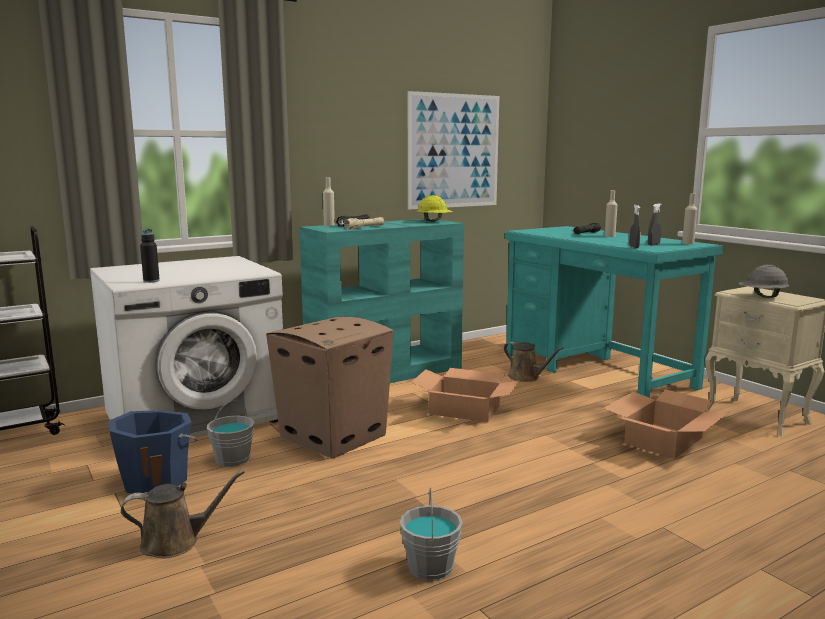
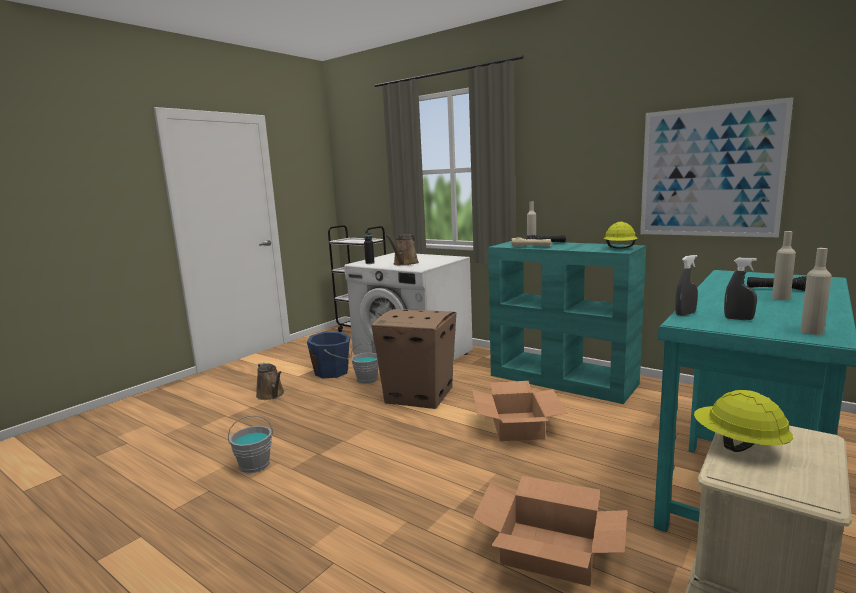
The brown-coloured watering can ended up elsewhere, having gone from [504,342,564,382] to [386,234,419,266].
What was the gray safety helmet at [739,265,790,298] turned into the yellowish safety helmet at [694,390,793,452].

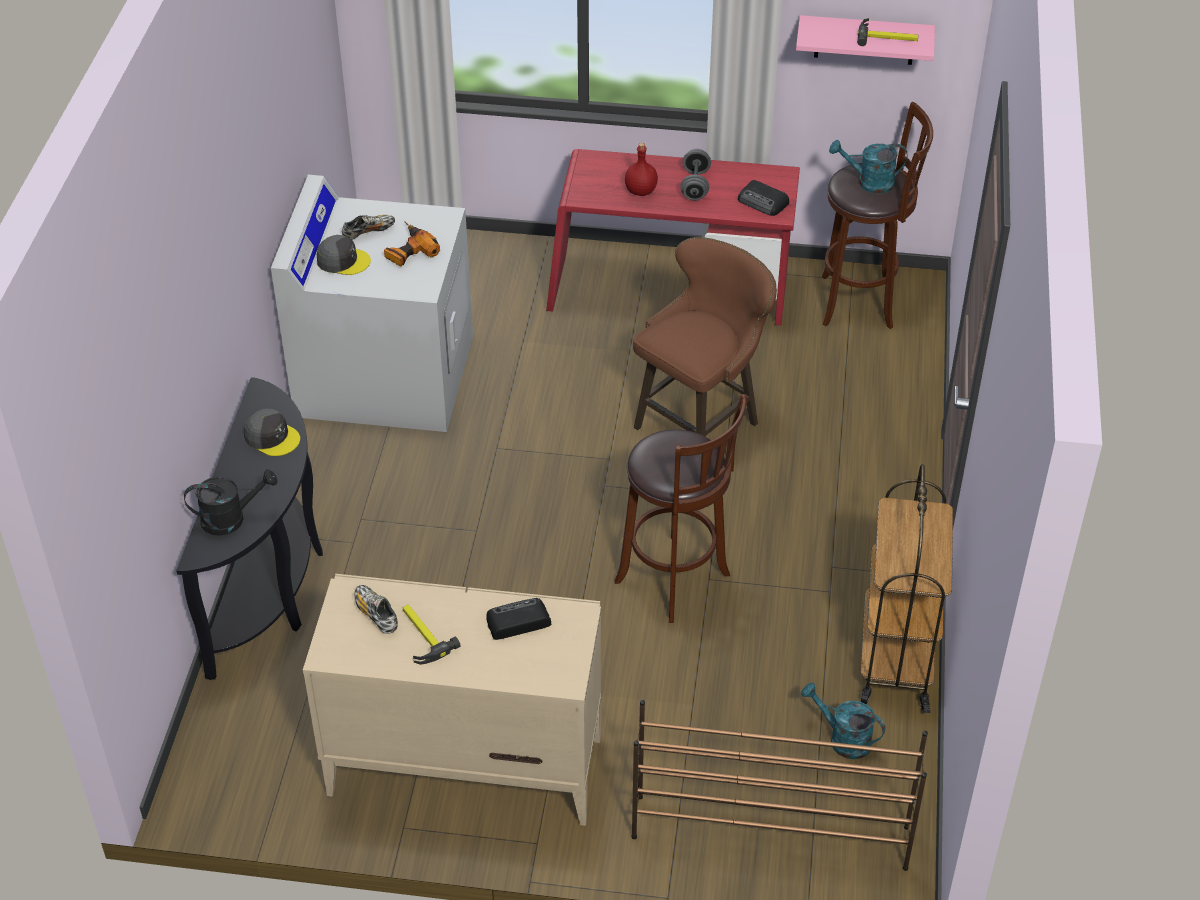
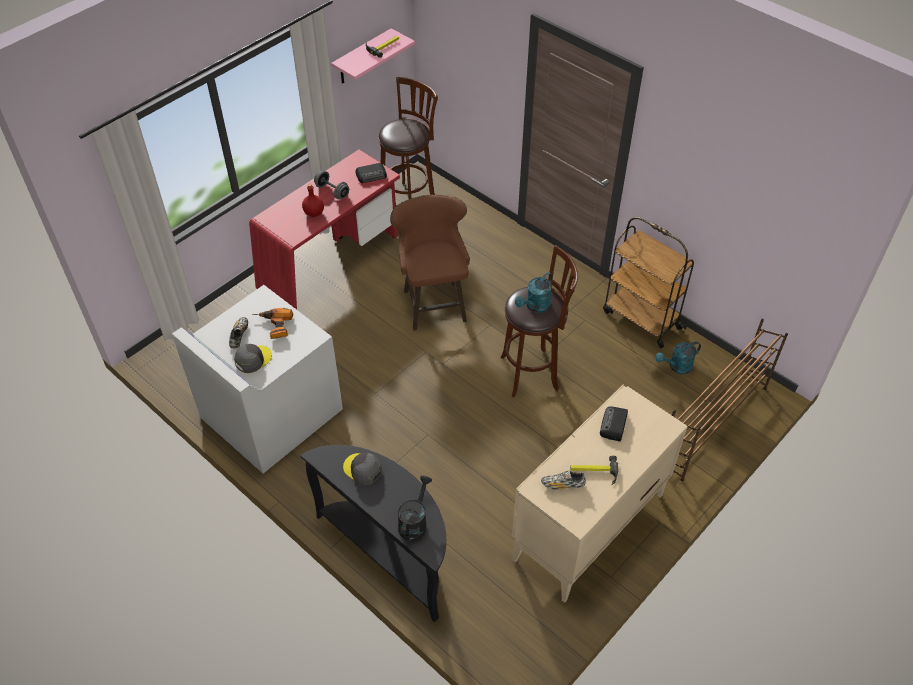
The turquoise watering can ended up elsewhere, having gone from [829,140,907,194] to [515,272,552,313].
The gray peaked cap at [244,408,300,456] ended up facing another way, 120 degrees counterclockwise from before.

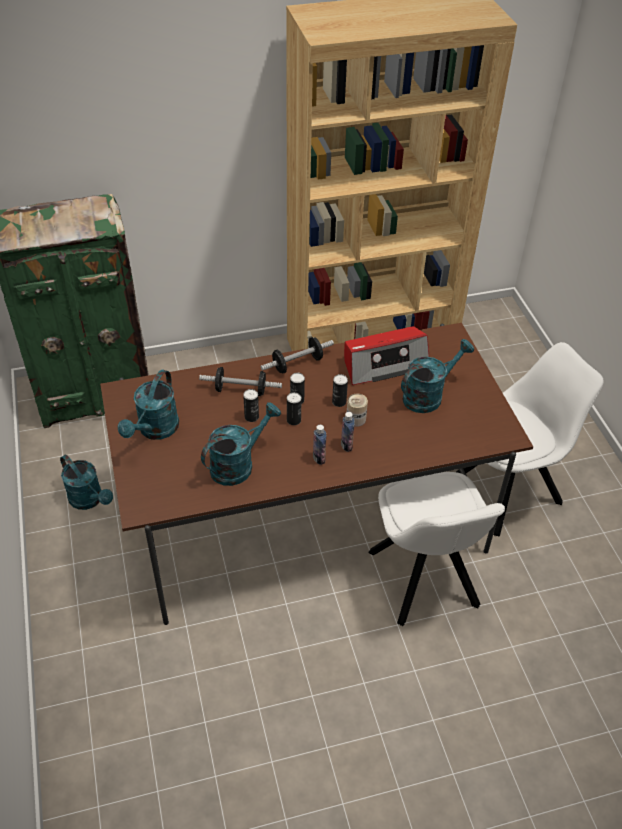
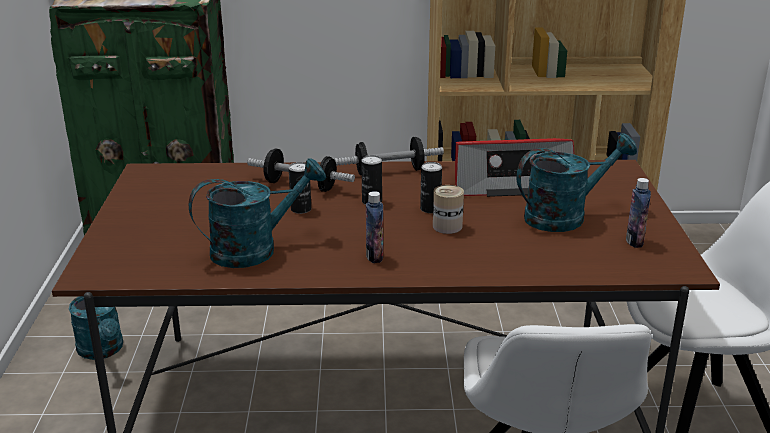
The second view lost the turquoise watering can at [118,369,179,440].
The second view lost the can at [287,392,301,425].
The bottle ended up elsewhere, having gone from [341,412,355,452] to [626,178,651,248].

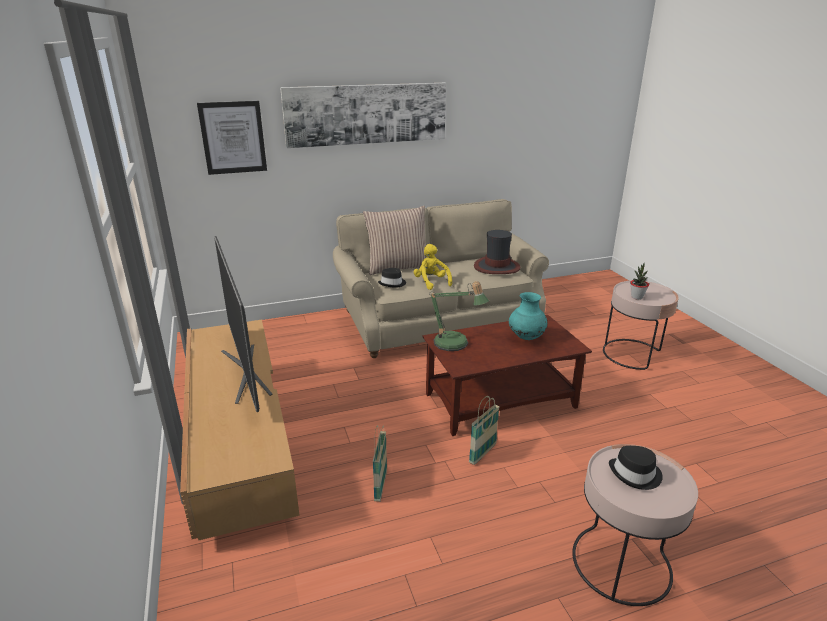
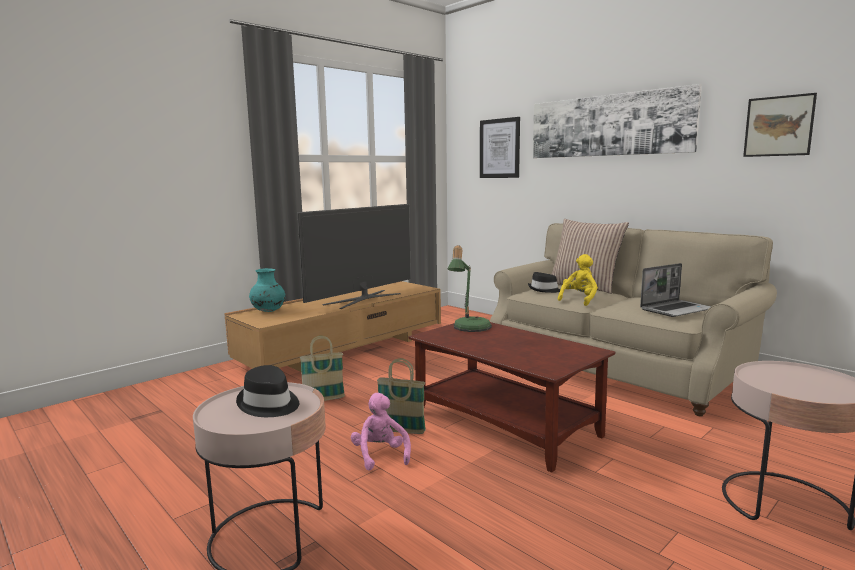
The second view lost the plant in a pot at [630,263,649,300].
The second view gained the pink-coloured soft toy at [351,393,411,471].
The second view gained the wall picture at [743,93,817,157].
The turquoise vase ended up elsewhere, having gone from [509,292,547,340] to [249,268,286,312].
Where the hat stood at [474,230,520,274], the notebook computer came to stand at [640,263,711,317].

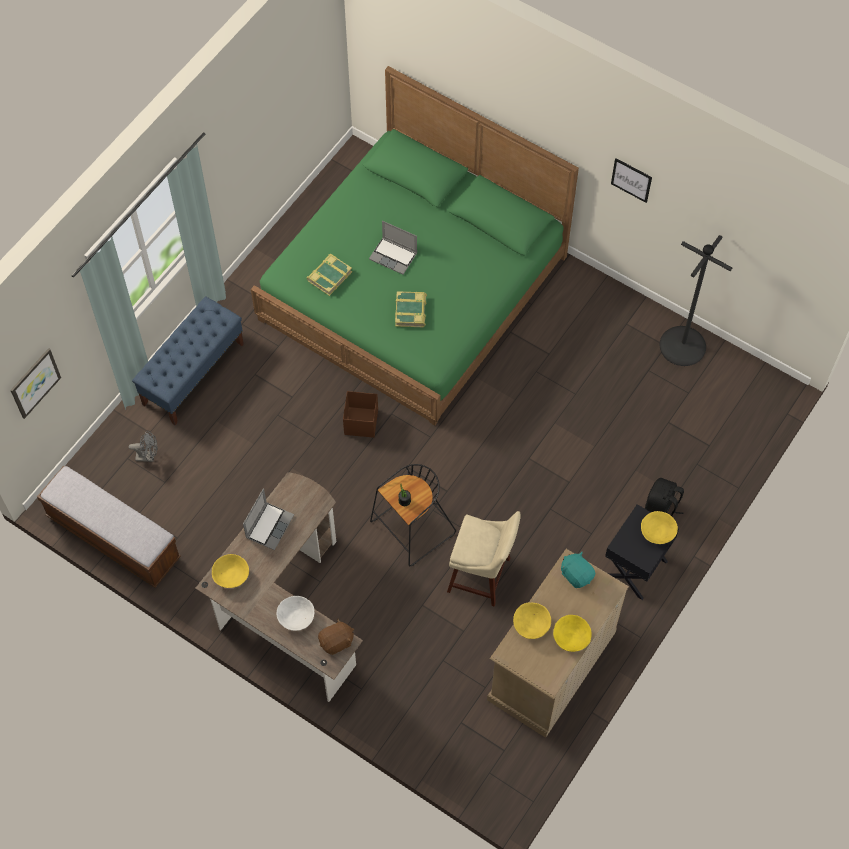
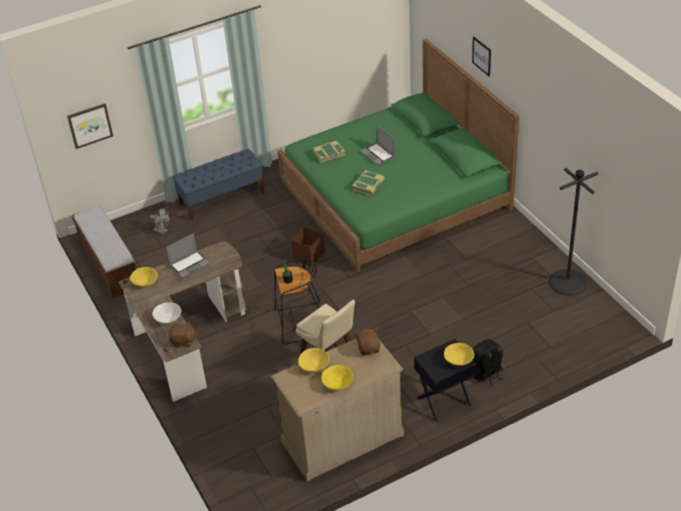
The wall picture ended up elsewhere, having gone from [611,158,652,203] to [472,37,491,76].
What was the turquoise soft toy at [561,551,595,588] turned into the brown-coloured soft toy at [355,329,380,355].

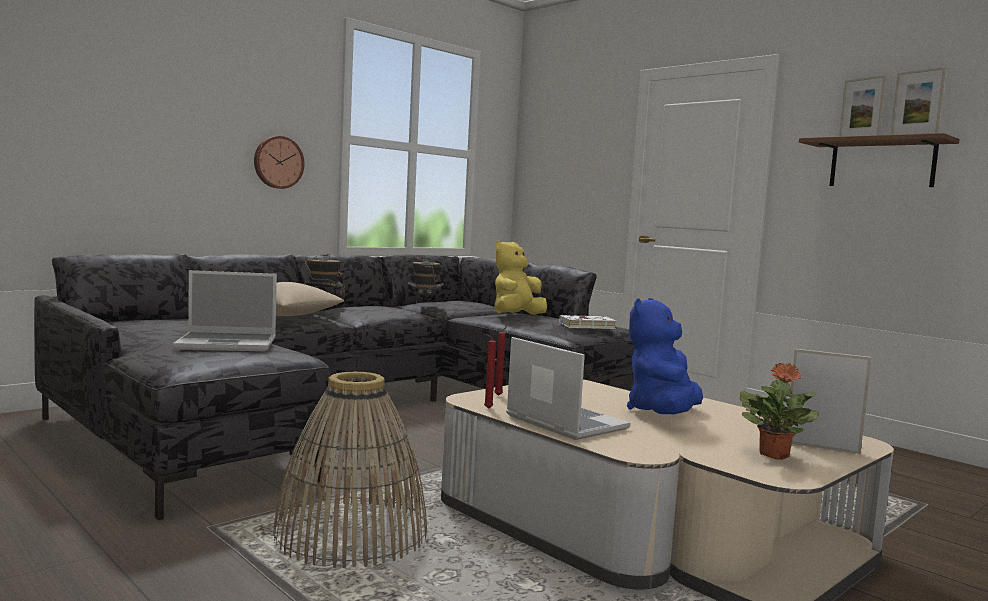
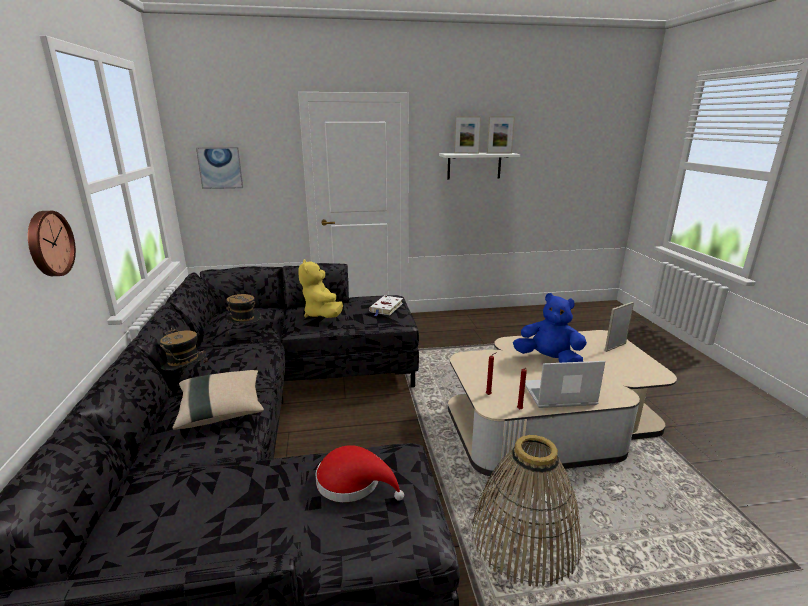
The second view lost the plant in a pot at [740,363,819,460].
The second view gained the wall picture at [196,147,244,189].
Where the notebook computer stood at [173,270,277,351], the reddish hat came to stand at [315,445,404,502].
What was the brown-coloured shelf at [799,133,960,187] turned into the whitish shelf at [439,153,520,179].
The blue-coloured soft toy at [627,298,703,414] ended up facing another way, 150 degrees clockwise from before.

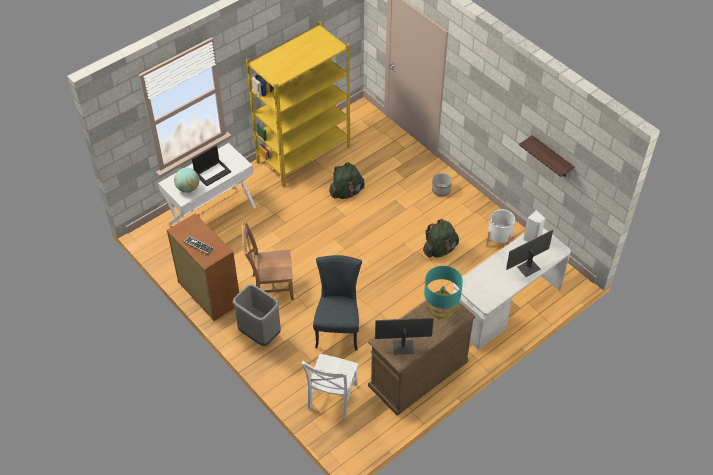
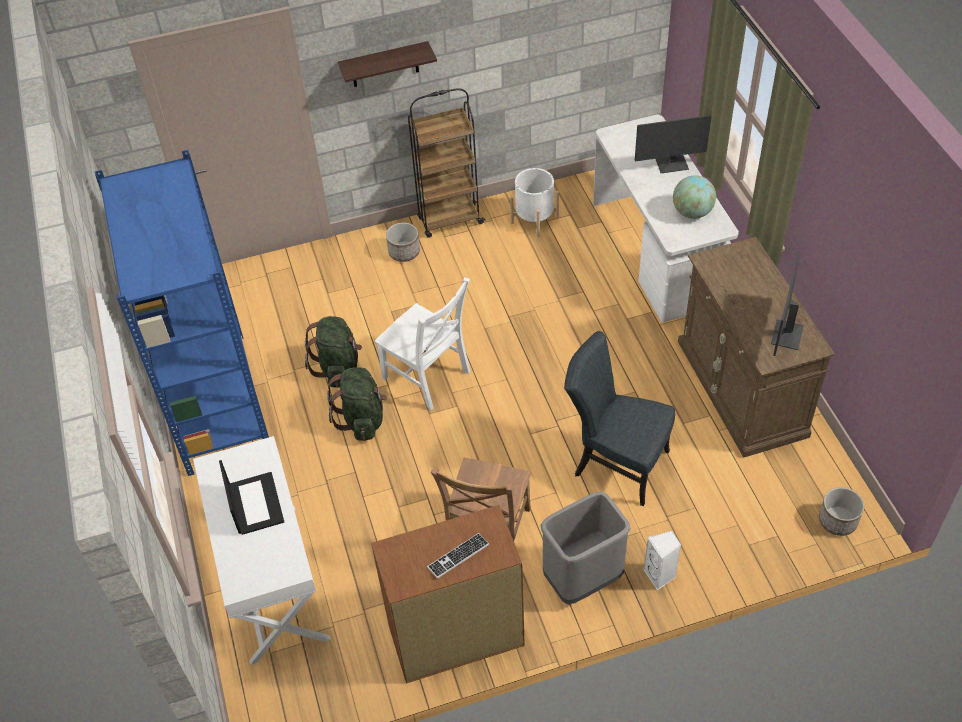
The second view lost the turquoise tabletop lamp at [424,266,463,319].
The second view gained the brown-coloured cart at [408,88,485,238].
The second view gained the flower pot at [819,487,864,536].
The desk globe ended up elsewhere, having gone from [174,168,199,193] to [673,175,716,219].
The whitish upright chair ended up elsewhere, having gone from [301,354,358,419] to [375,277,470,410].
The green-coloured backpack ended up elsewhere, having gone from [423,219,459,258] to [327,367,387,441].
The shelf ended up elsewhere, having gone from [519,135,574,177] to [338,41,437,87].
The whitish audio speaker ended up elsewhere, having gone from [523,210,546,242] to [643,531,681,590].
What was the yellowish shelving unit at [246,21,350,187] turned into the blue-coloured shelving unit at [95,150,269,476].
The computer display at [506,230,553,277] ended up facing another way, 90 degrees counterclockwise from before.

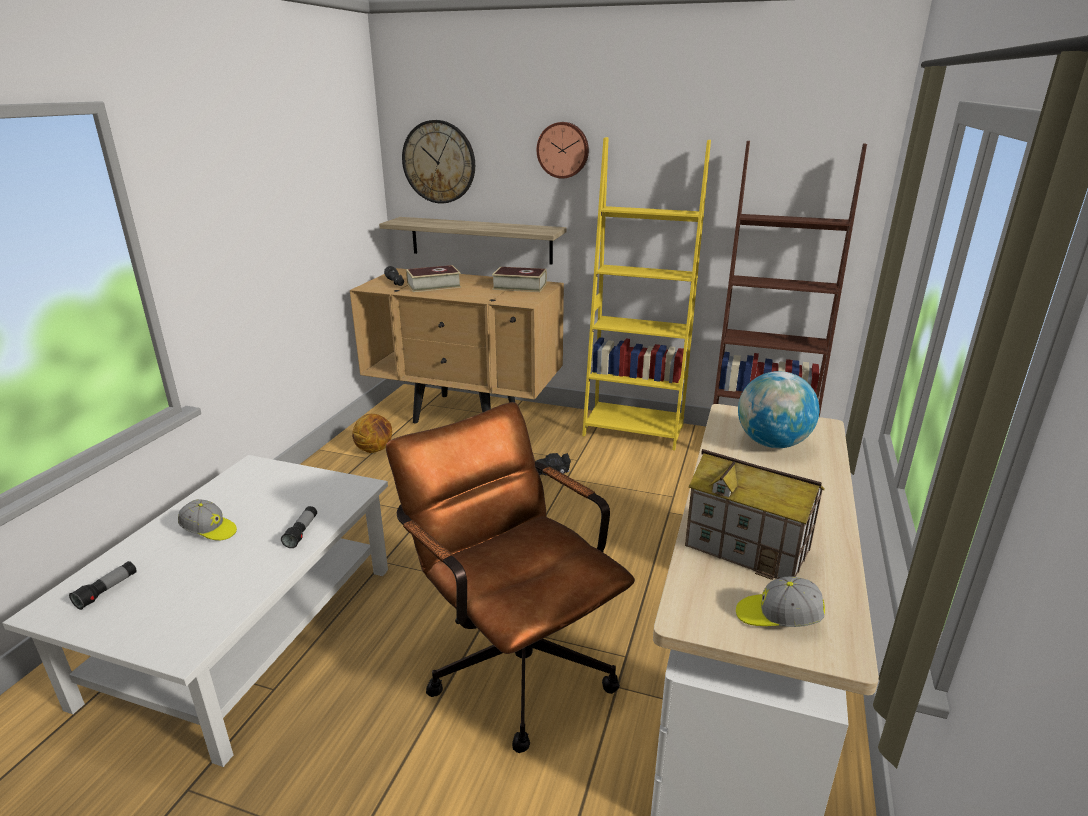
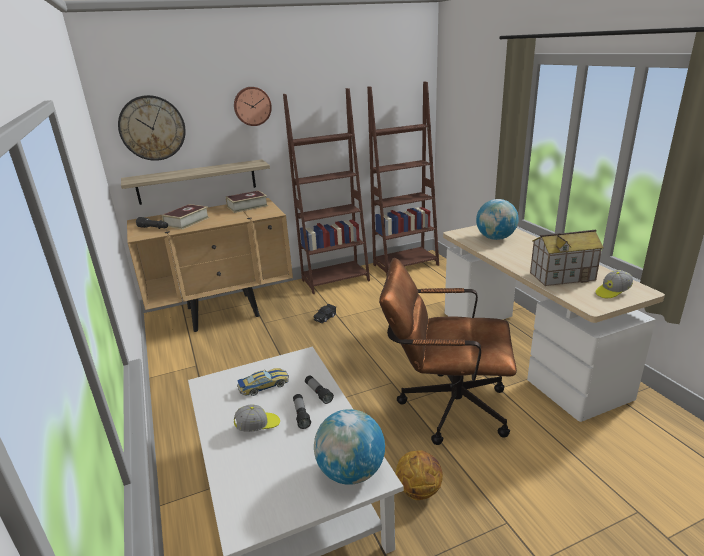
The second view gained the toy car at [237,368,289,396].
The second view gained the desk globe at [314,409,385,485].
The flashlight ended up elsewhere, having gone from [69,561,137,610] to [293,394,311,429].
The ball for basketball ended up elsewhere, having gone from [352,414,392,453] to [396,450,443,500].
What was the yellowish shelving unit at [582,137,711,450] turned into the brown-coloured shelving unit at [283,88,370,294].

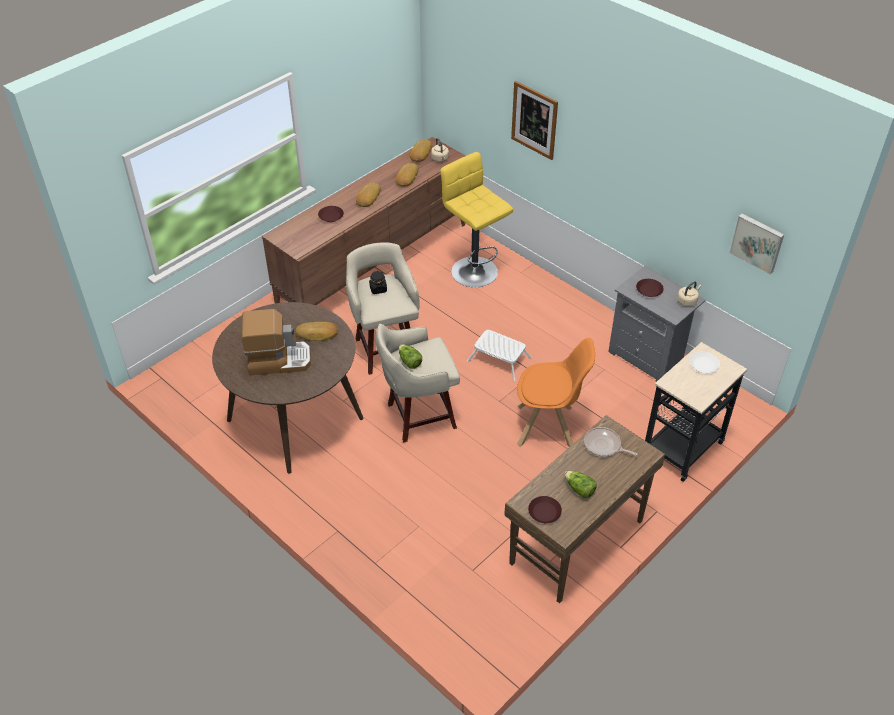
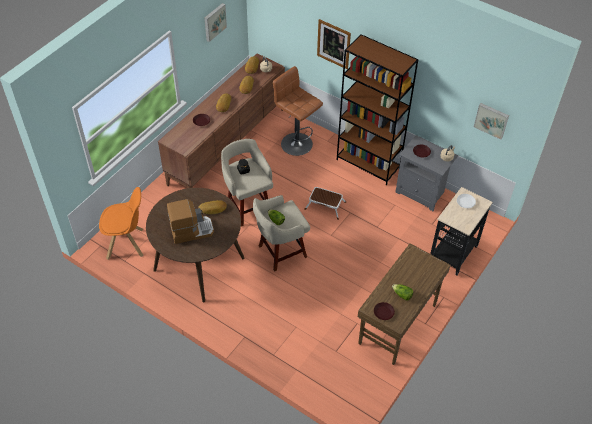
The second view lost the frying pan at [584,427,637,457].
The second view gained the wall picture at [204,3,227,42].
The second view gained the brown-coloured shelving unit at [337,34,419,186].
The orangey upright chair ended up elsewhere, having gone from [517,338,595,447] to [99,187,144,260].
What was the yellowish stool at [440,152,513,287] turned into the brown-coloured stool at [273,66,323,156].
What was the whitish step ladder at [467,330,532,381] turned into the brown-coloured step ladder at [304,187,346,220].

